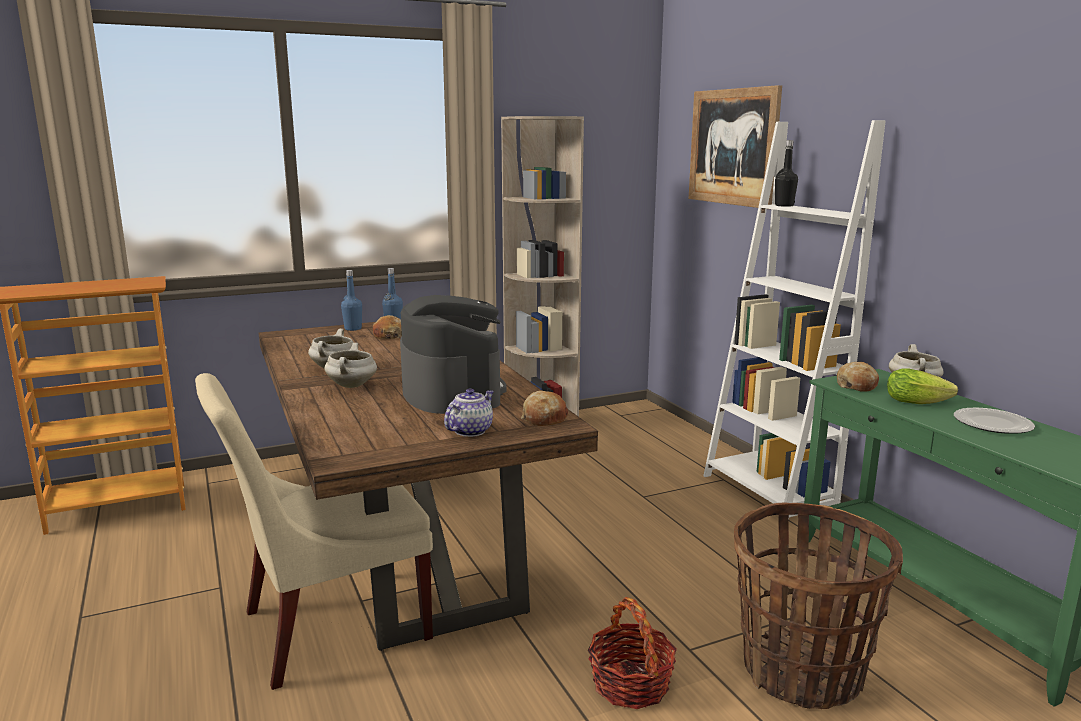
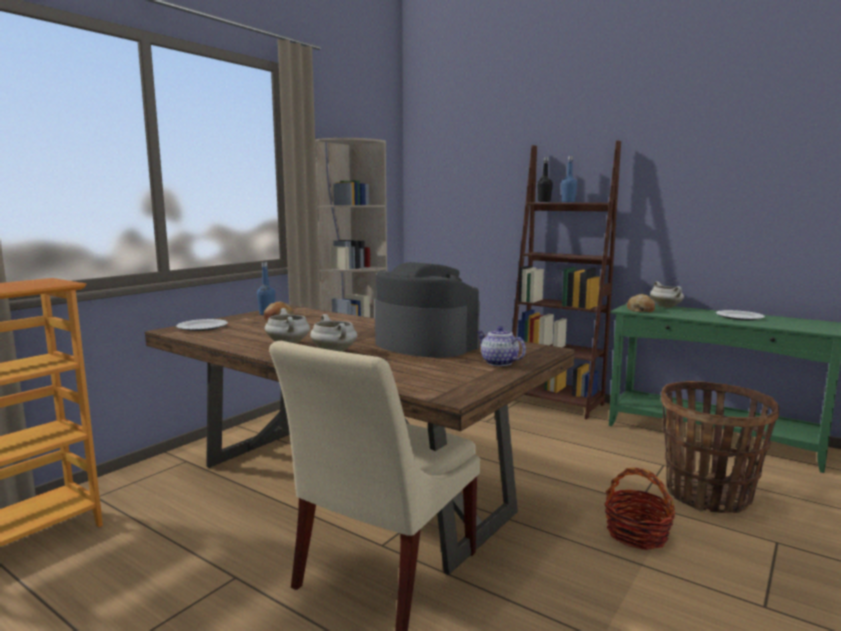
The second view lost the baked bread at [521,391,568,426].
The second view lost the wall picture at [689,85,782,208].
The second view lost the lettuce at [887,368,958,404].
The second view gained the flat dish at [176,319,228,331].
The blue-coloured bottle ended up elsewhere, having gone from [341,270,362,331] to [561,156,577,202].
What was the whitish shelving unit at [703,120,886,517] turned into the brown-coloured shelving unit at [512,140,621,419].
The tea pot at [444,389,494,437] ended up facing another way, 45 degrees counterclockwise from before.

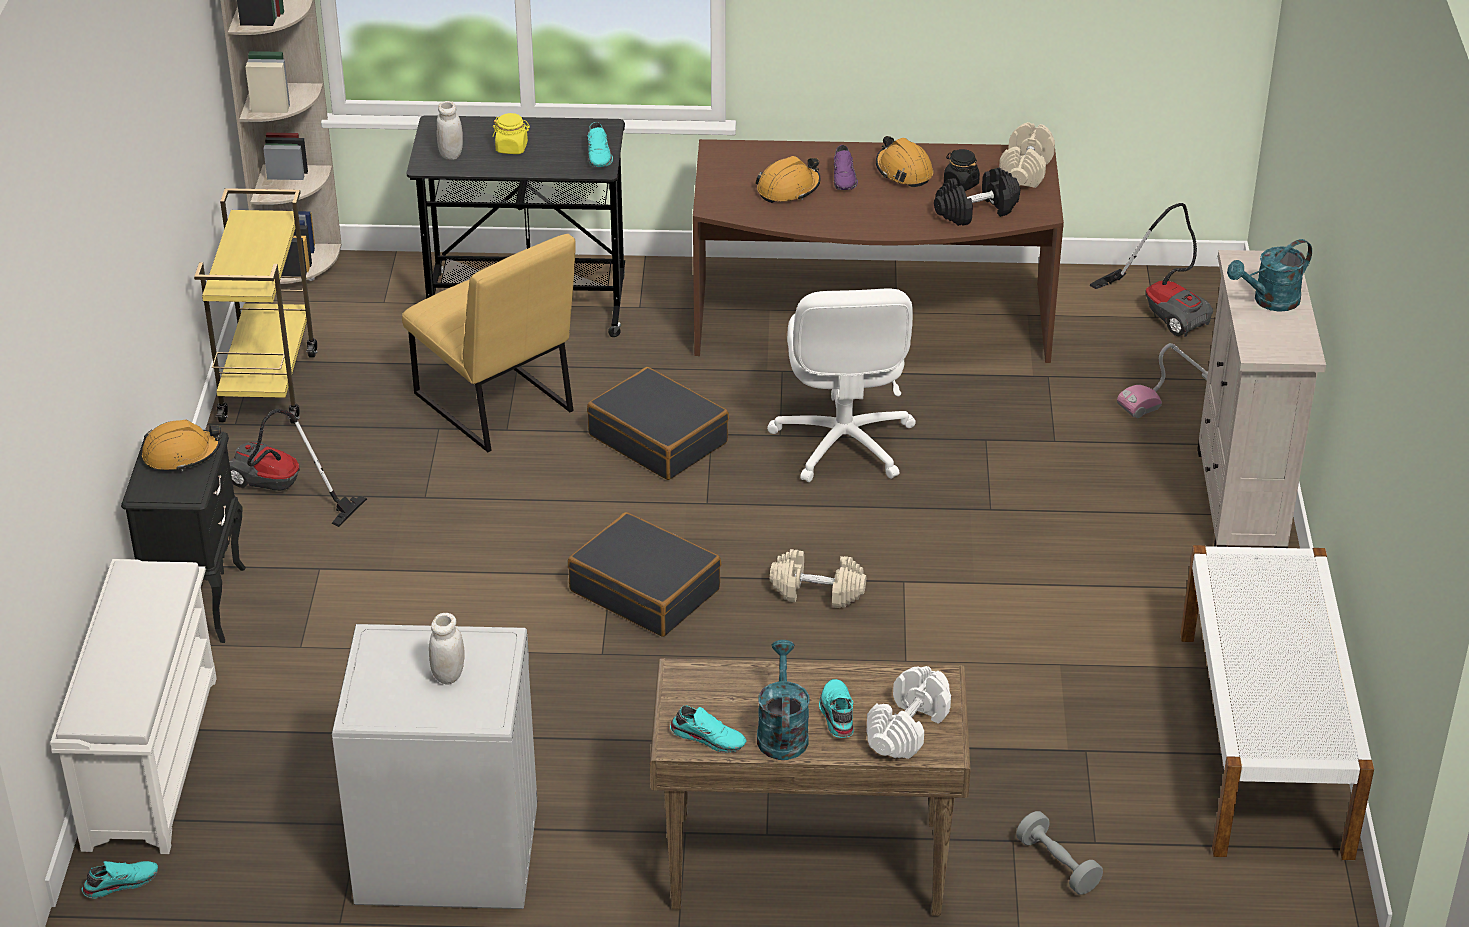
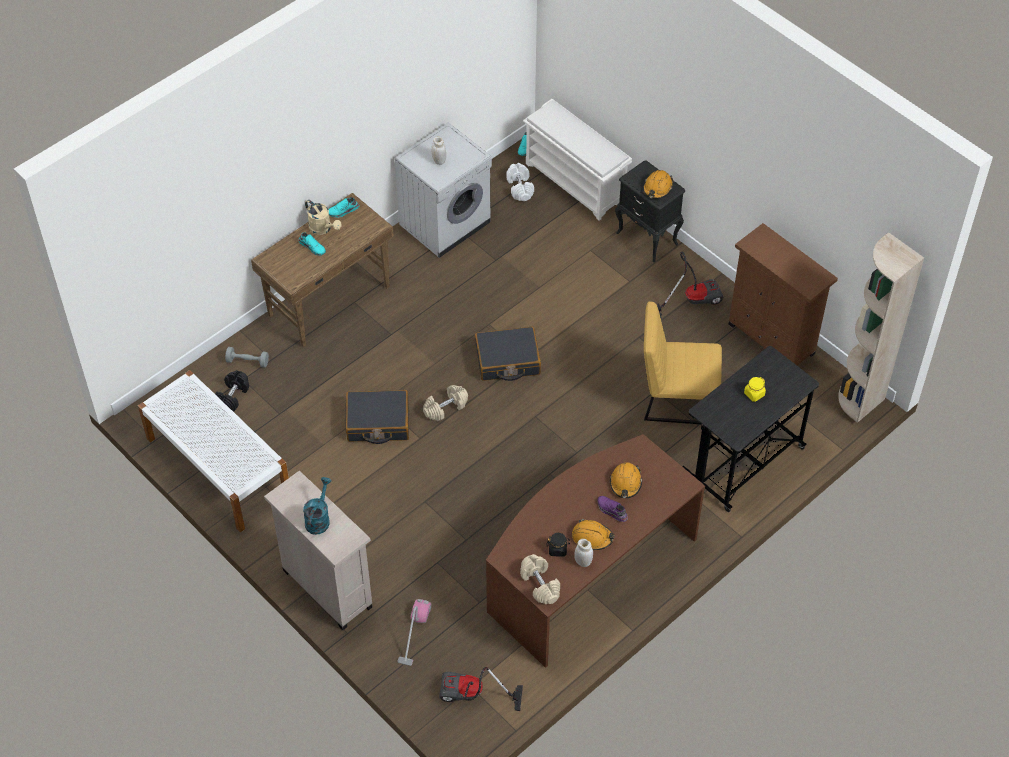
The second view lost the turquoise low shoe at [588,122,613,167].
The second view lost the whitish computer chair at [767,289,916,482].
The whitish jar ended up elsewhere, having gone from [437,101,463,160] to [574,539,593,567].
The blackish piece of luggage ended up elsewhere, having gone from [587,367,729,480] to [346,390,409,444].
The whitish dumbbell ended up elsewhere, having gone from [866,666,951,759] to [506,163,534,201].
The blackish dumbbell ended up elsewhere, having gone from [934,168,1020,226] to [215,370,249,412].
Where the yellowish cart stood at [194,188,318,424], the brown-coloured storage cabinet came to stand at [728,223,838,366].
What was the turquoise watering can at [757,640,810,760] turned into the beige-coloured watering can at [305,200,341,235].

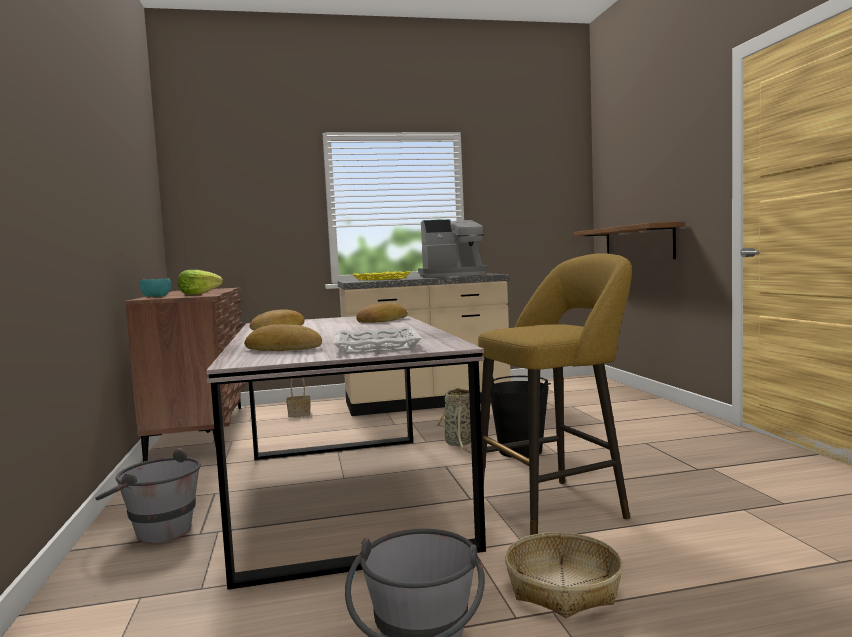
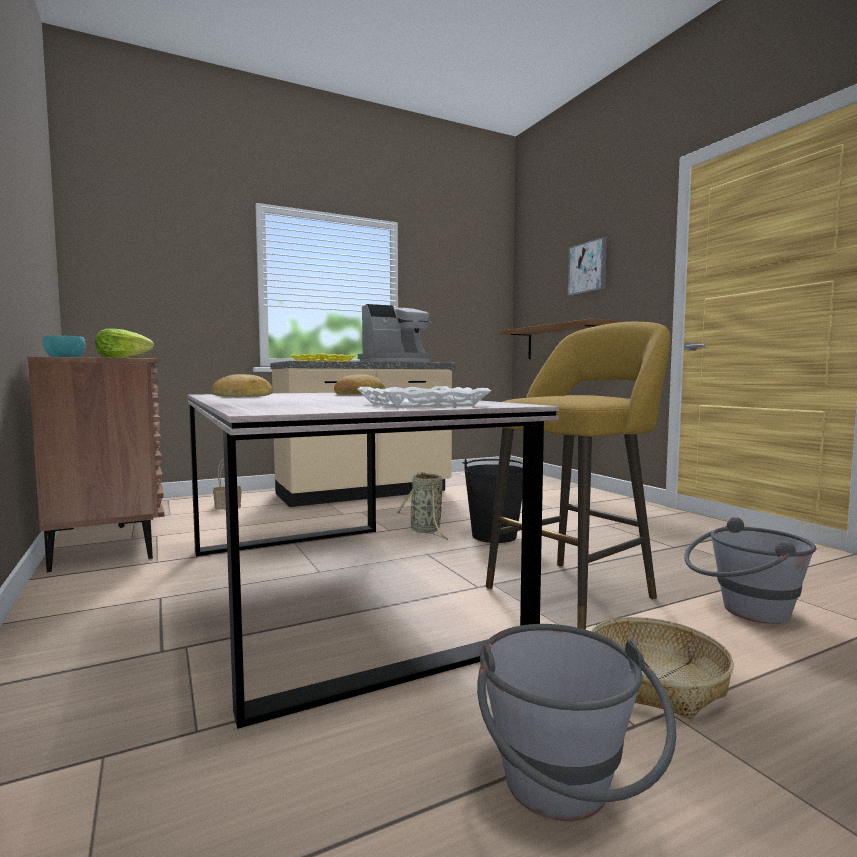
The second view lost the baked bread at [244,325,322,351].
The second view gained the wall picture at [568,237,607,295].
The gray pail ended up elsewhere, having gone from [95,448,201,543] to [684,517,816,624].

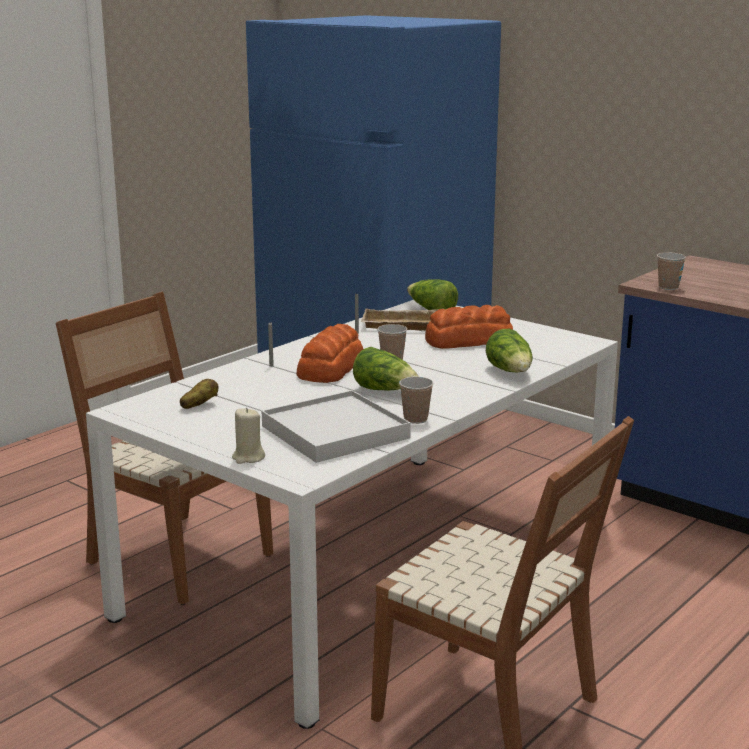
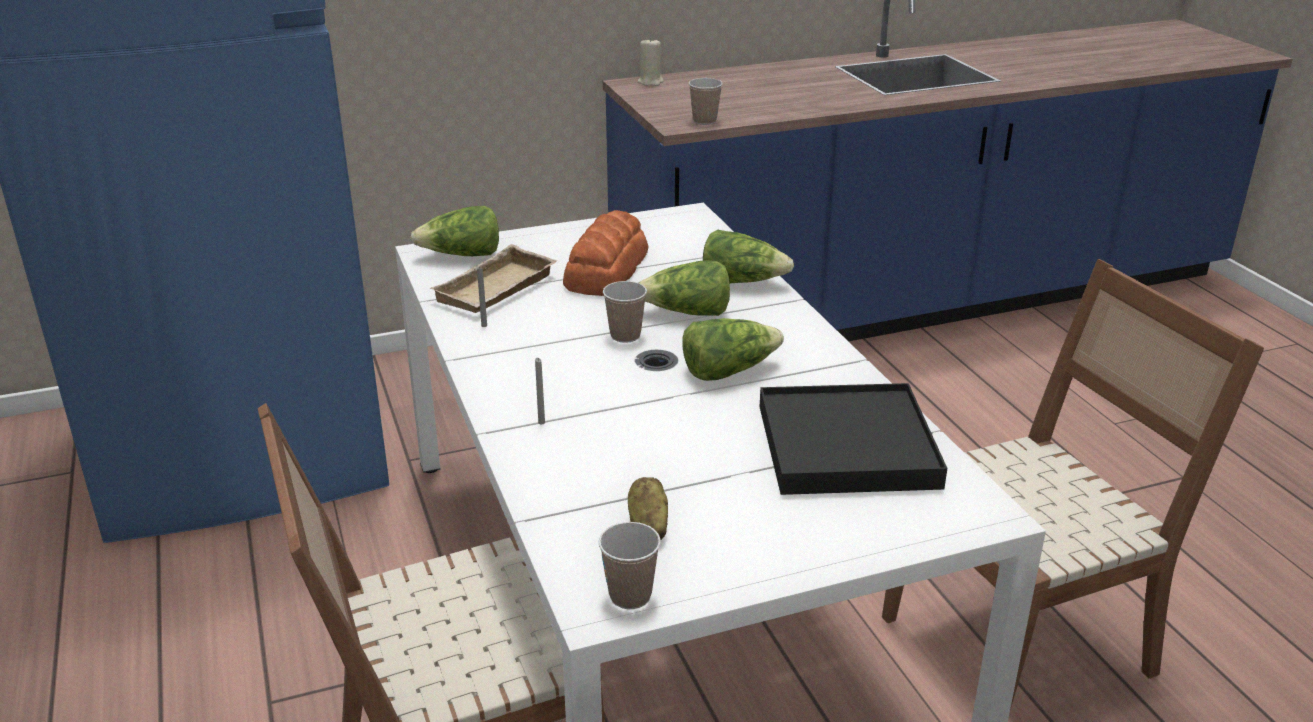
The second view lost the baked bread at [297,324,363,383].
The second view gained the lettuce at [639,260,730,316].
The beige-coloured wax light ended up elsewhere, having gone from [232,408,265,464] to [638,37,664,86].
The small cup ended up elsewhere, having gone from [399,377,434,424] to [599,522,661,609].
What was the whitish serving tray at [262,390,411,463] turned into the blackish serving tray at [760,383,947,495].

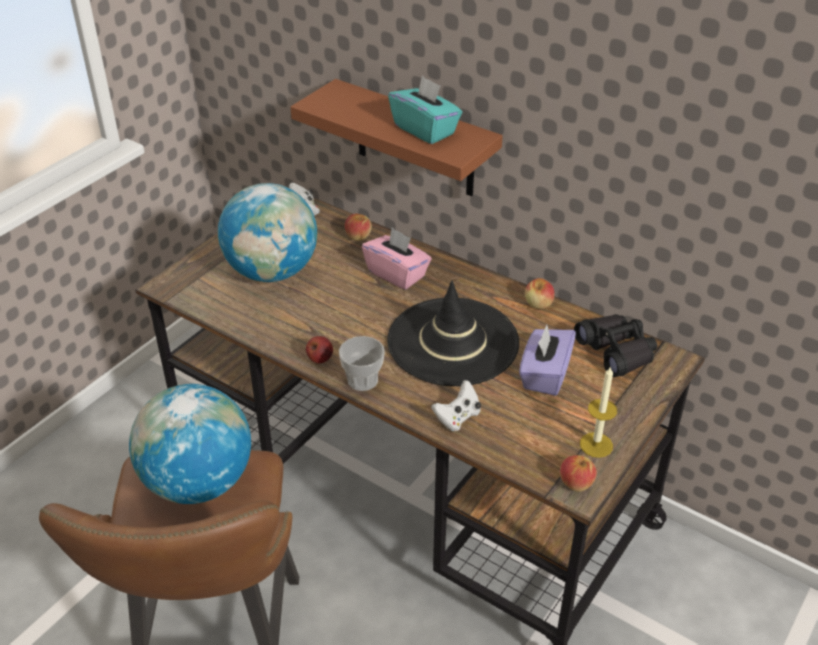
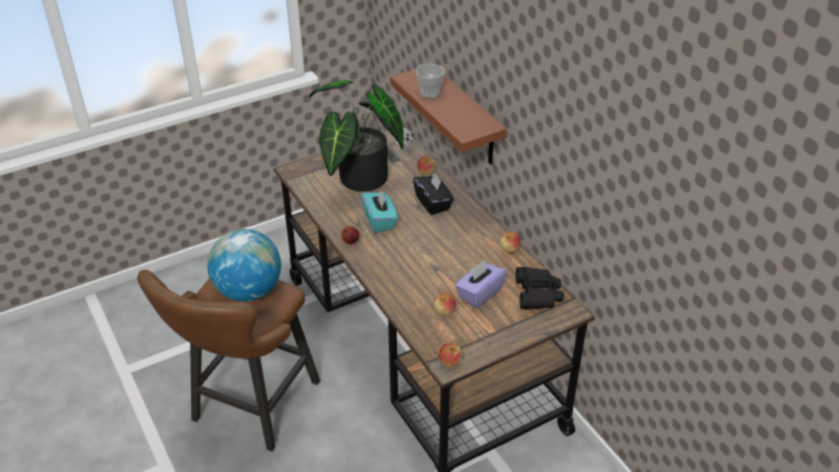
The second view lost the blackish hat at [387,281,519,386].
The second view lost the whitish game controller at [431,380,481,431].
The second view lost the wax light at [580,366,617,458].
The second view gained the whole apple at [434,293,456,316].
The small cup ended up elsewhere, having gone from [339,336,385,391] to [416,64,444,98].
The turquoise tissue holder ended up elsewhere, having gone from [388,76,462,144] to [361,189,398,233].
Where the desk globe stood at [218,183,317,282], the plant in a pot came to stand at [309,80,404,192].
What was the pink-coloured tissue holder at [362,228,431,290] turned into the blackish tissue holder at [413,171,454,215].

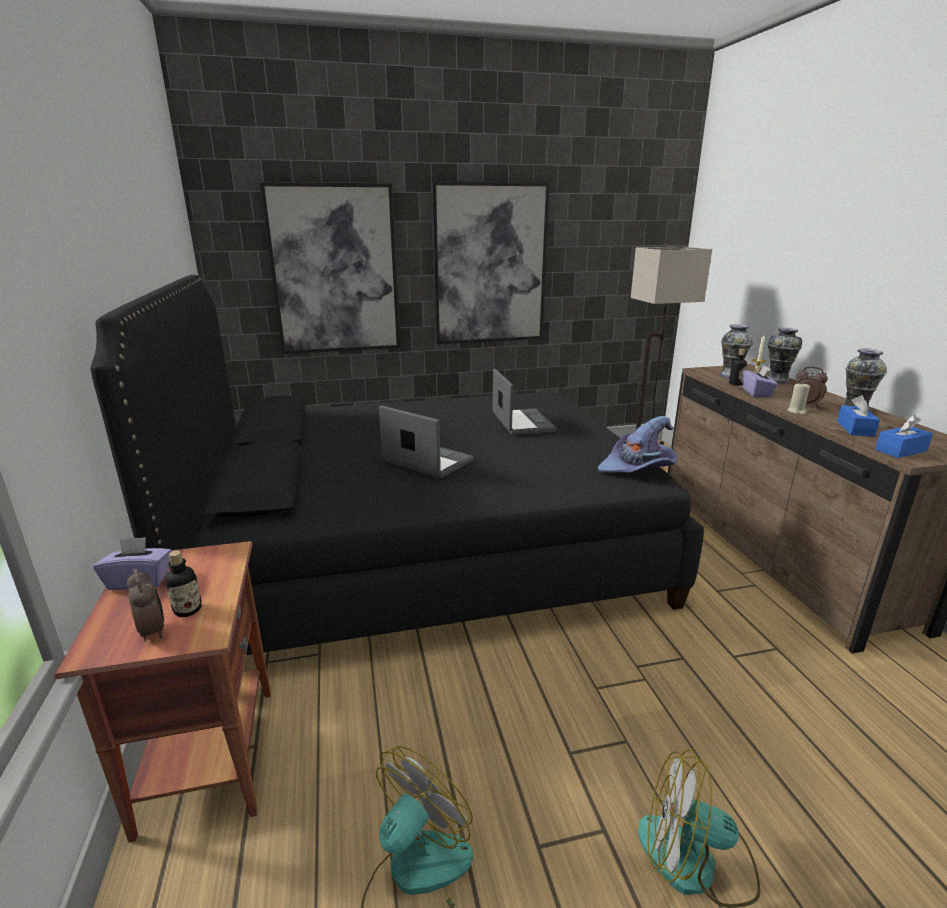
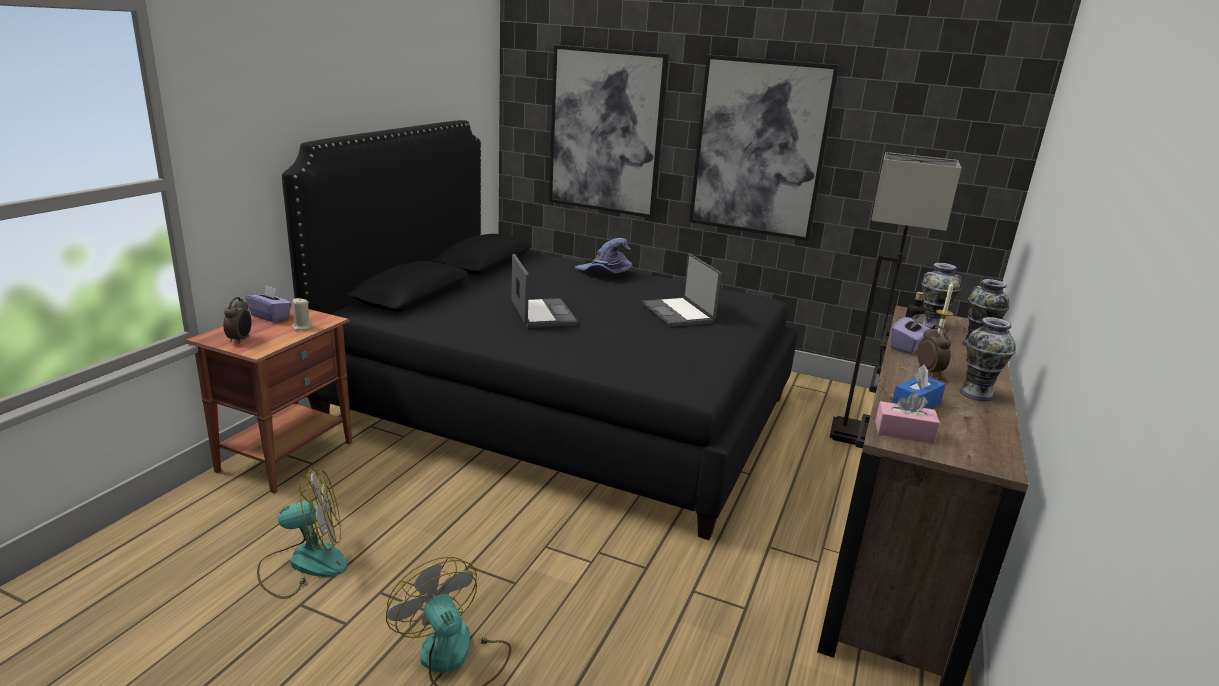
The second view lost the bottle at [166,550,201,617].
The purplish hat ended up elsewhere, having gone from [598,416,677,473] to [575,238,632,274].
The beige-coloured wax light ended up elsewhere, having gone from [787,382,810,415] to [292,298,313,331].
What was the blue-coloured tissue holder at [875,415,933,458] turned into the pink-coloured tissue holder at [875,392,940,443].
The notebook computer at [493,369,557,435] ended up facing another way, 135 degrees clockwise from before.

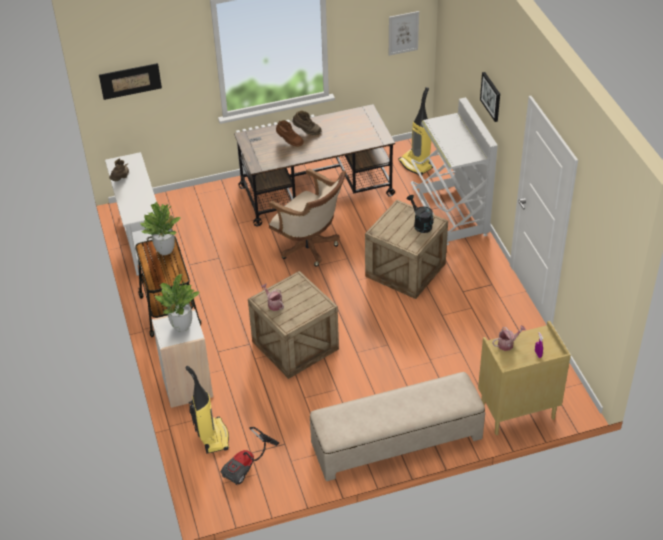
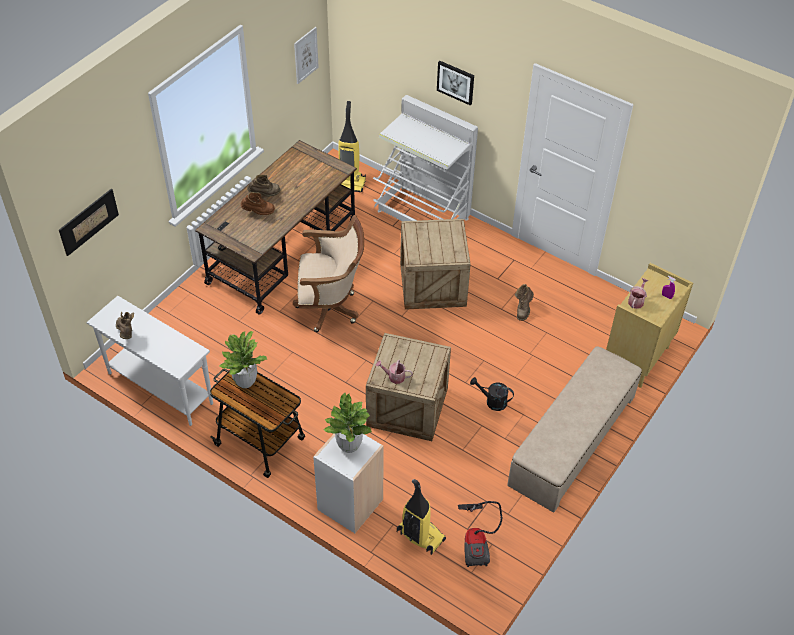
The second view gained the brown-coloured high-top boot at [515,284,534,321].
The blackish watering can ended up elsewhere, having gone from [407,195,434,233] to [470,377,514,411].

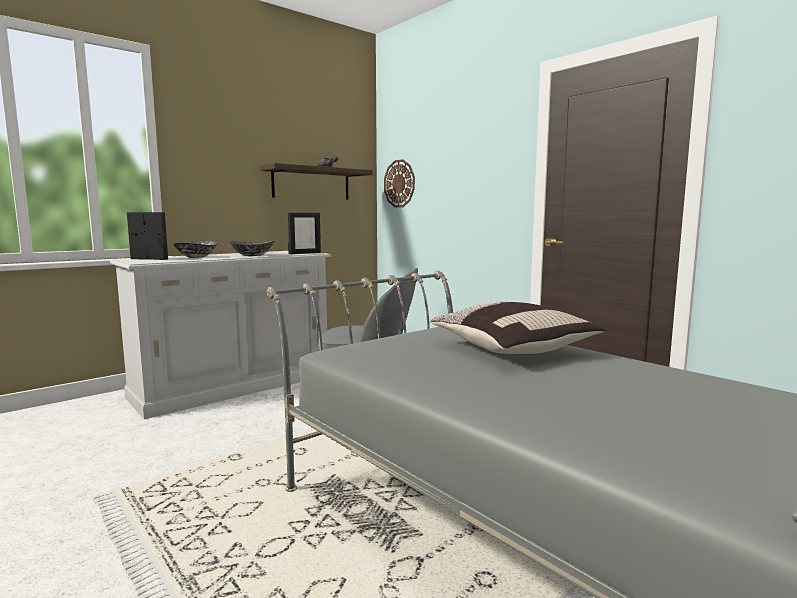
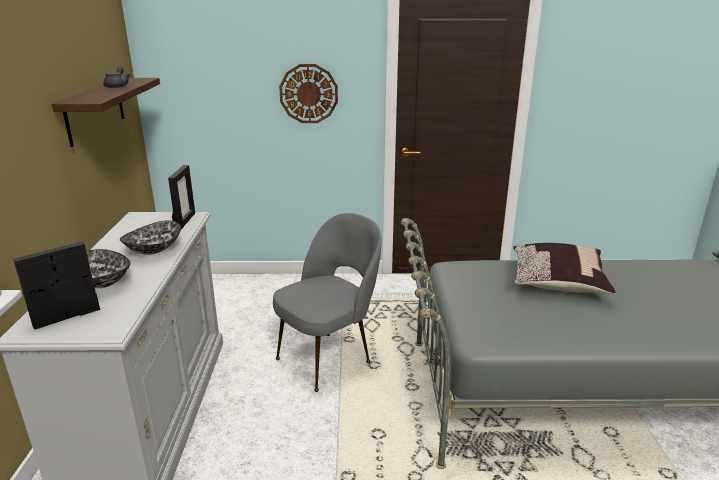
The hanging clock ended up elsewhere, having gone from [384,159,415,208] to [279,64,338,123].

